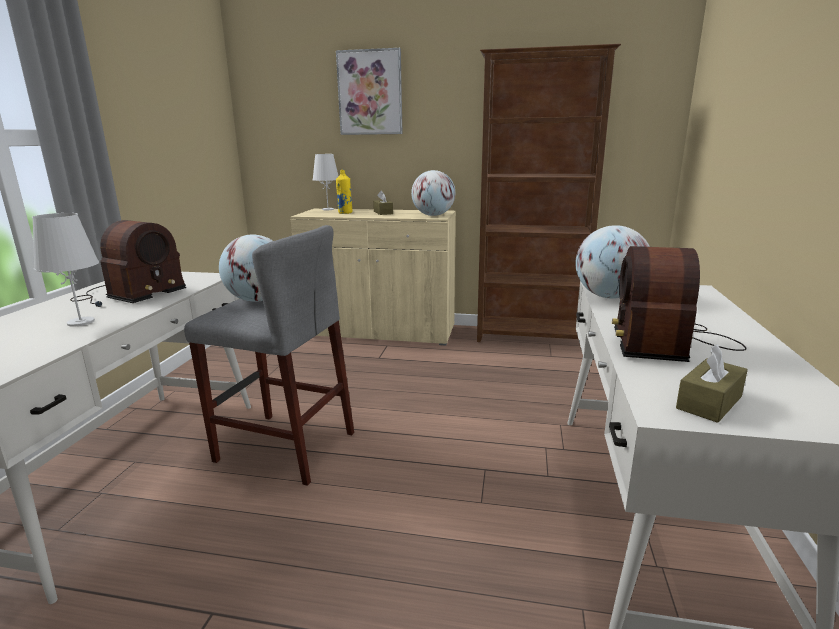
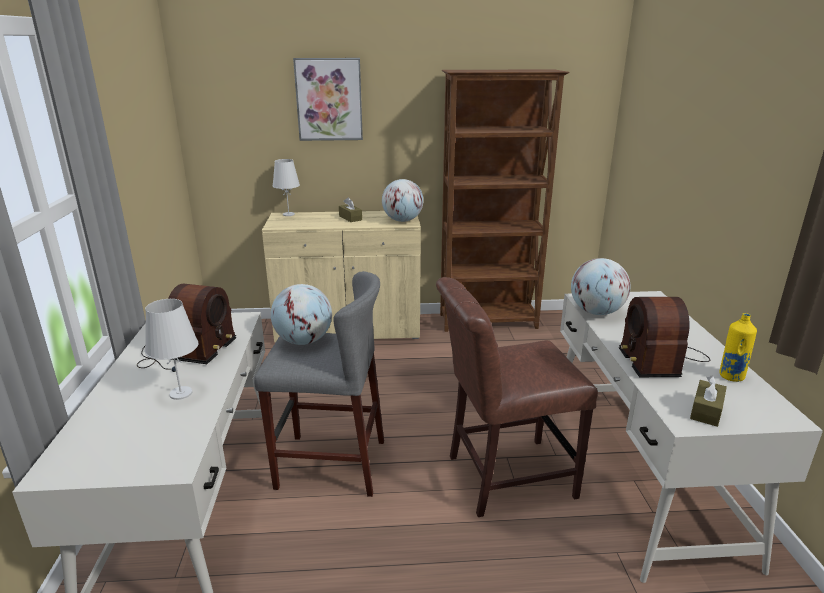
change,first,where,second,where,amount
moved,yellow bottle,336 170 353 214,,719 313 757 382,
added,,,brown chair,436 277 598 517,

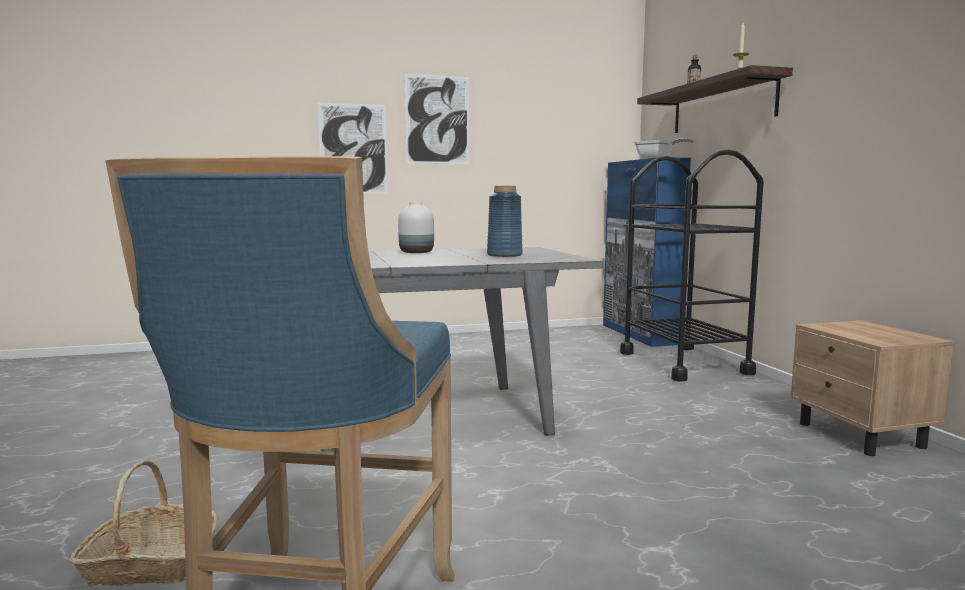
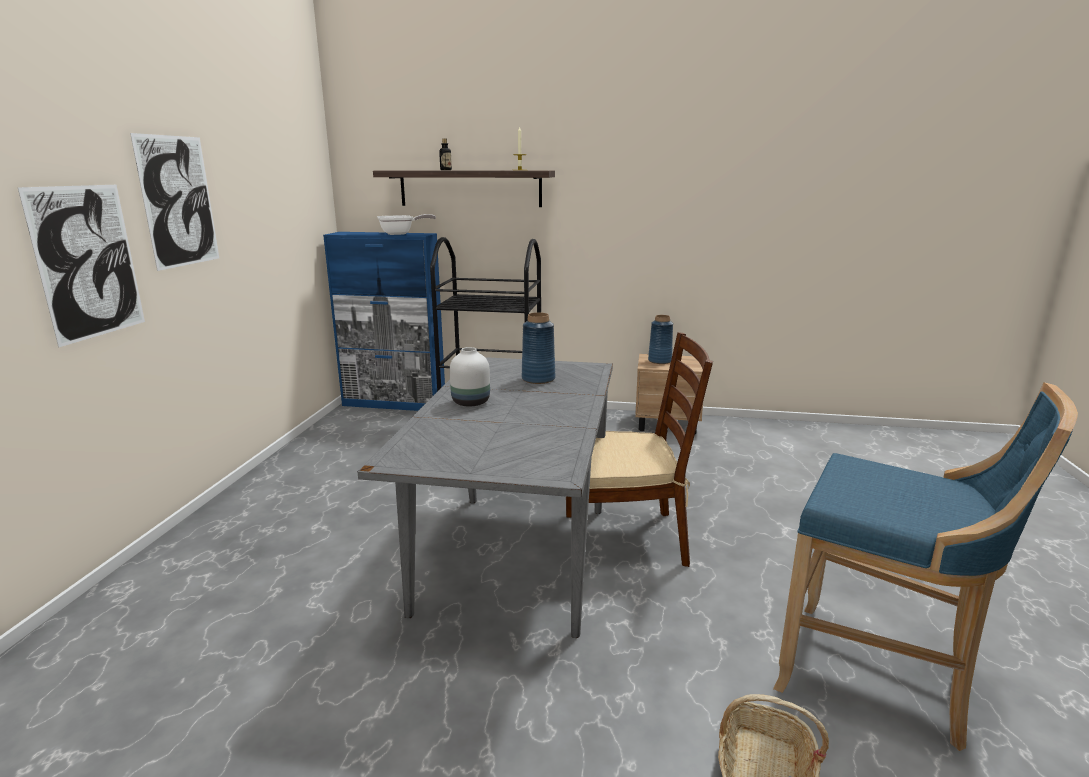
change,first,where,second,where,amount
added,,,blue vase,648 315 673 364,
added,,,brown chair,566 332 713 567,

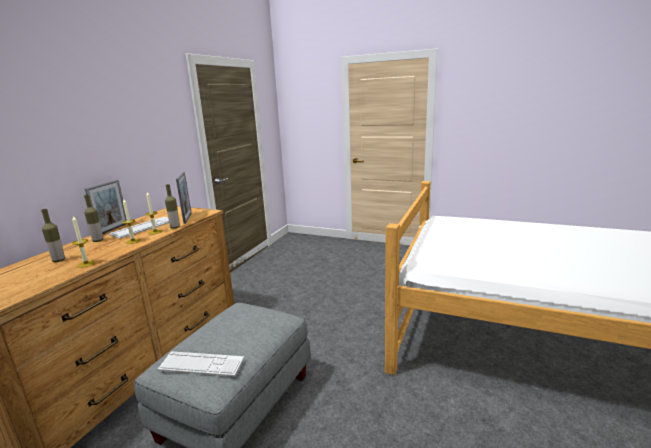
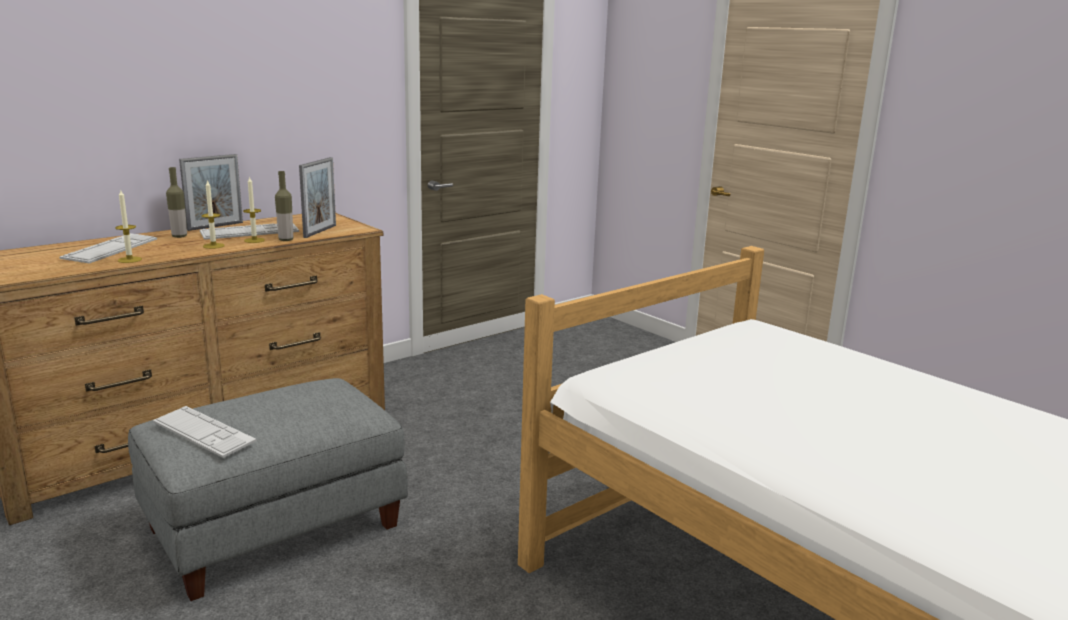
change,first,where,second,where,amount
replaced,bottle,41 209 65 262,keyboard,60 233 157 263,

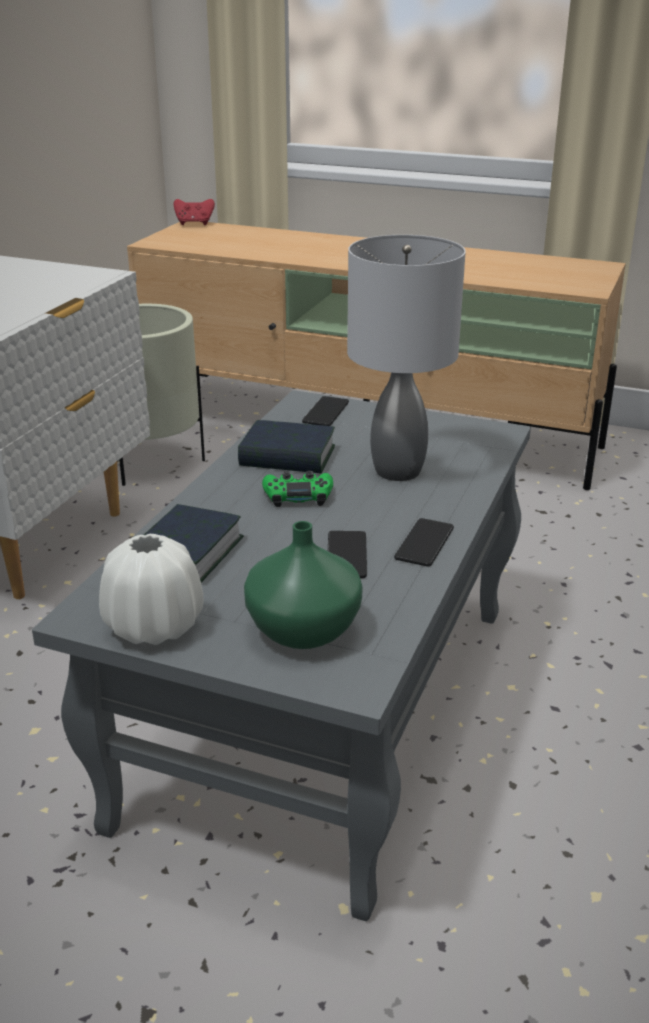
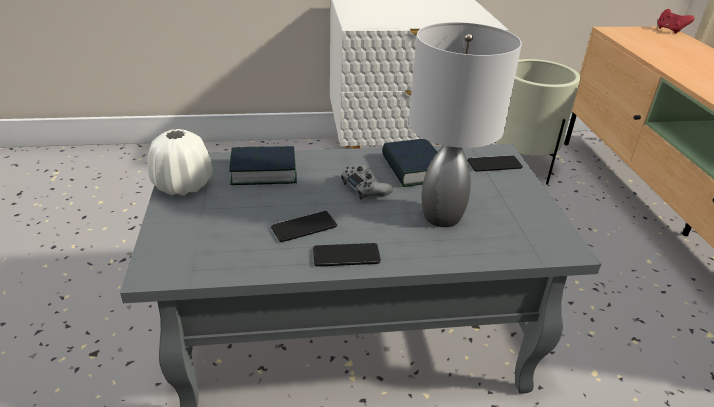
change,first,where,second,where,amount
recoloured,green game controller,262 471 333 507,grey game controller,341 165 393 200,
removed,green vase,244 521 363 649,,,

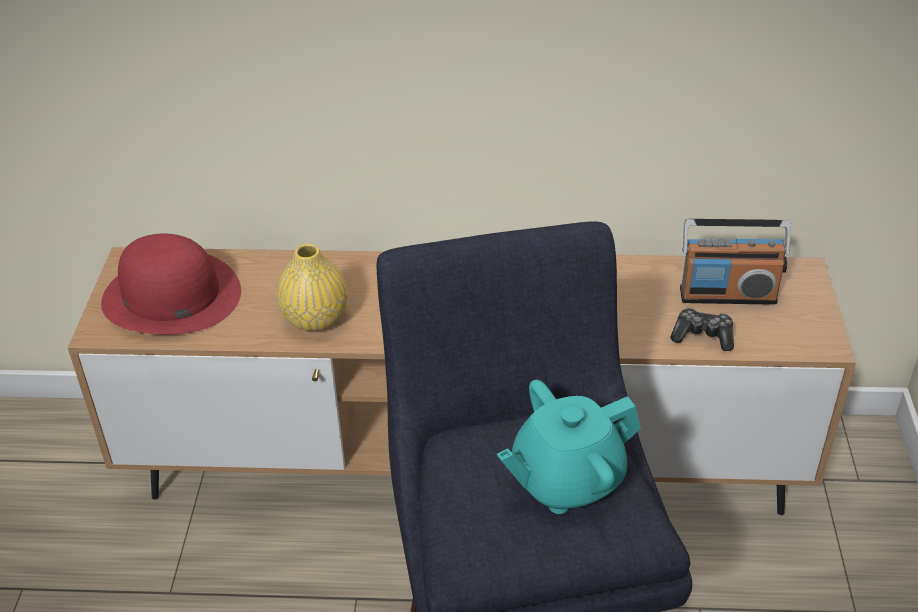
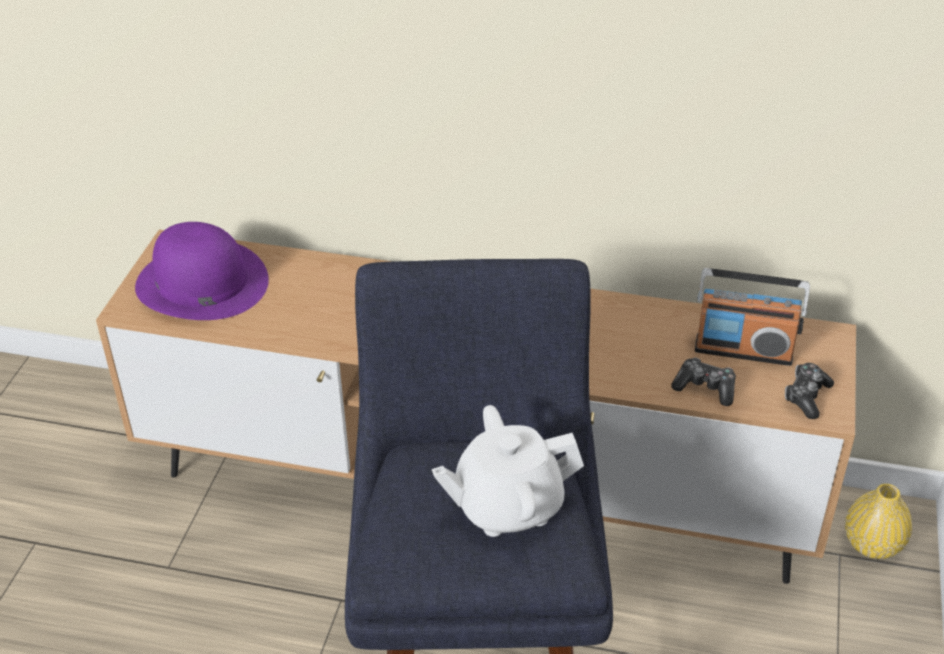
change,first,where,second,where,amount
recoloured,red hat,101 233 241 335,purple hat,135 222 269 320,
moved,yellow vase,277 244 348 331,,845 484 912 559,
recoloured,turquoise teapot,497 380 641 514,white teapot,432 405 584 537,
added,,,game controller,785 363 834 419,

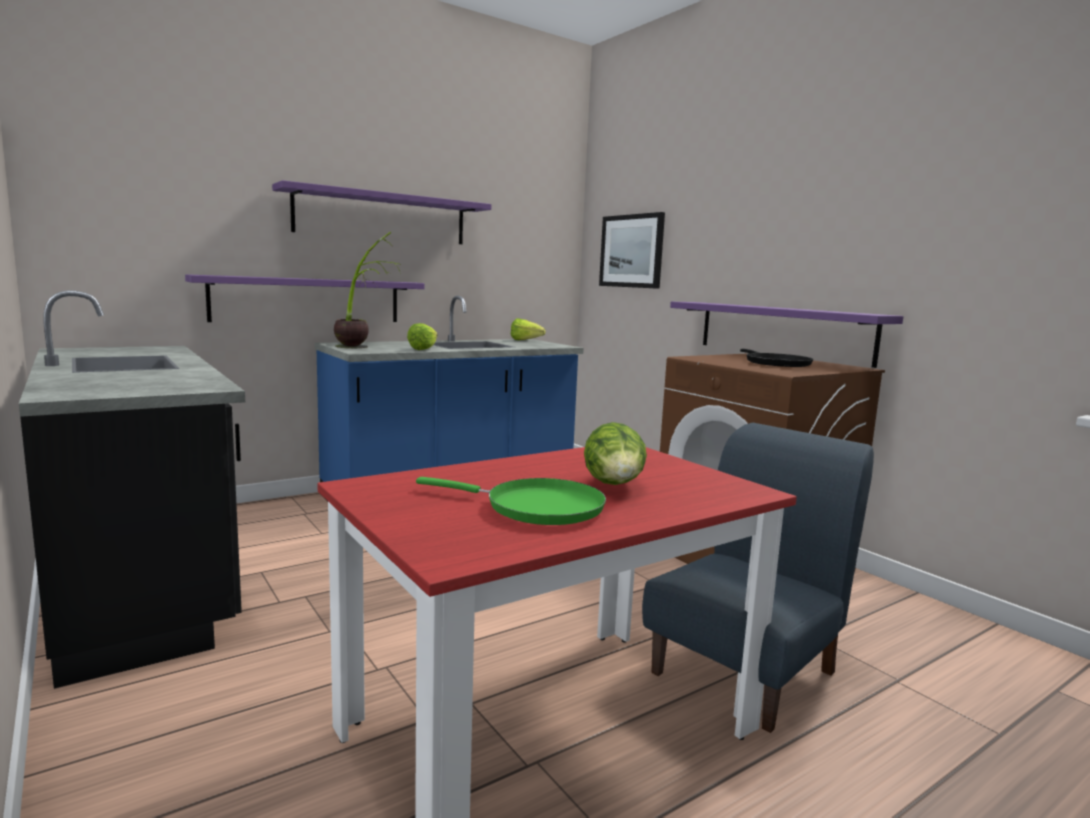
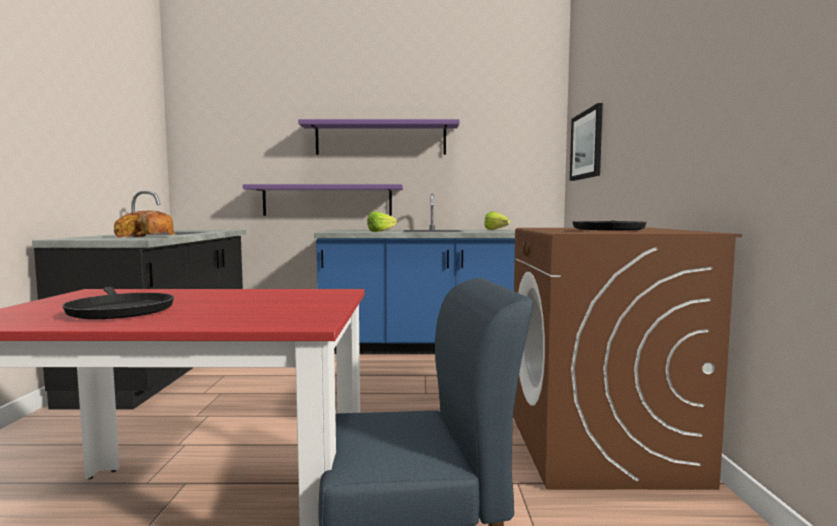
change,first,where,second,where,amount
removed,potted plant,334 232 401 348,,,
removed,purple shelf,670 302 904 368,,,
removed,lettuce,584 422 647 485,,,
recoloured,green frying pan,416 477 606 525,black frying pan,62 287 174 319,
added,,,bread,114 210 176 238,

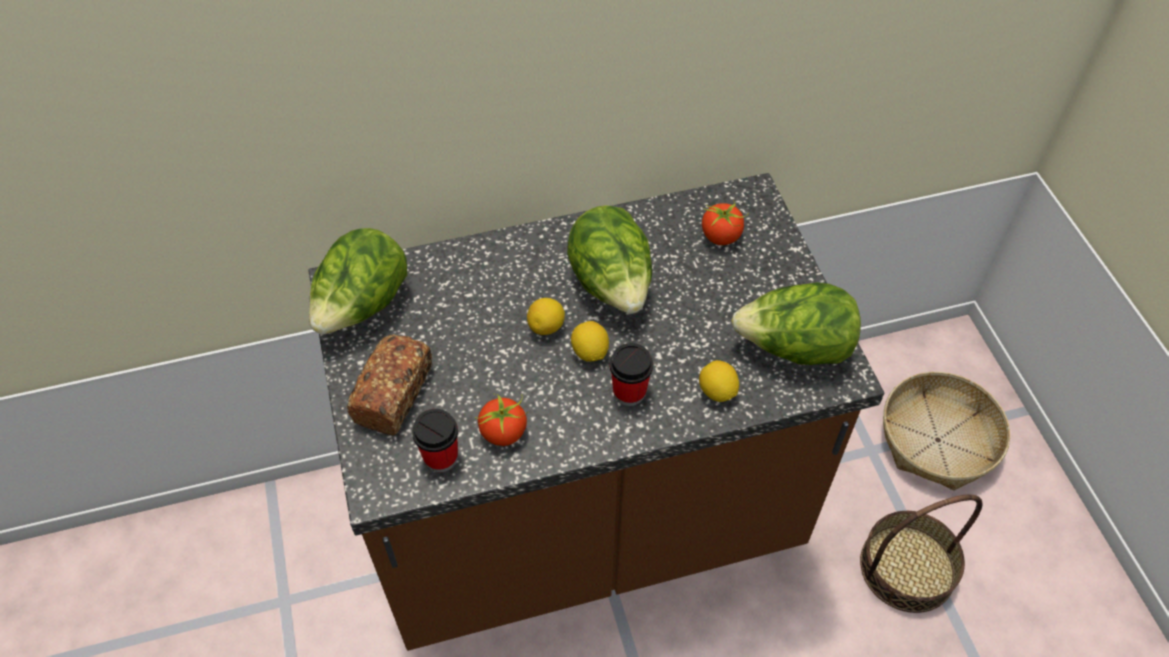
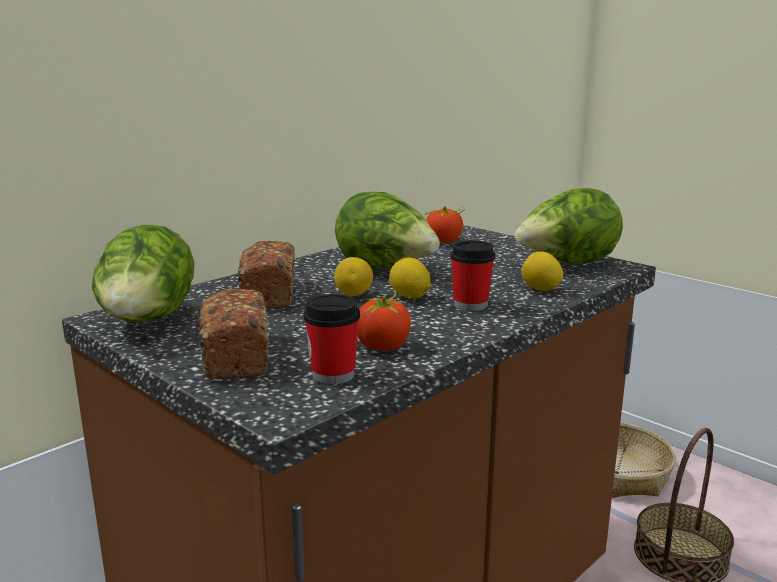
change,first,where,second,where,amount
added,,,bread,238 241 295 308,

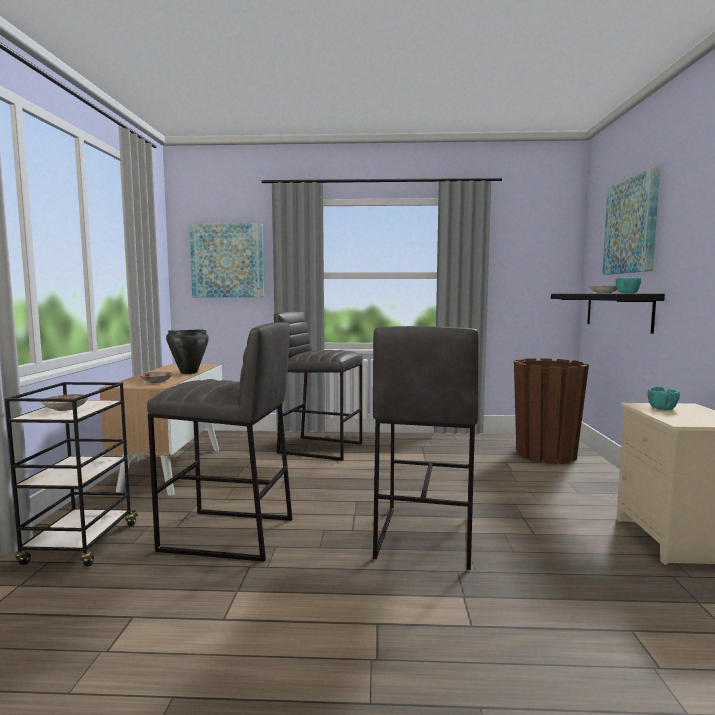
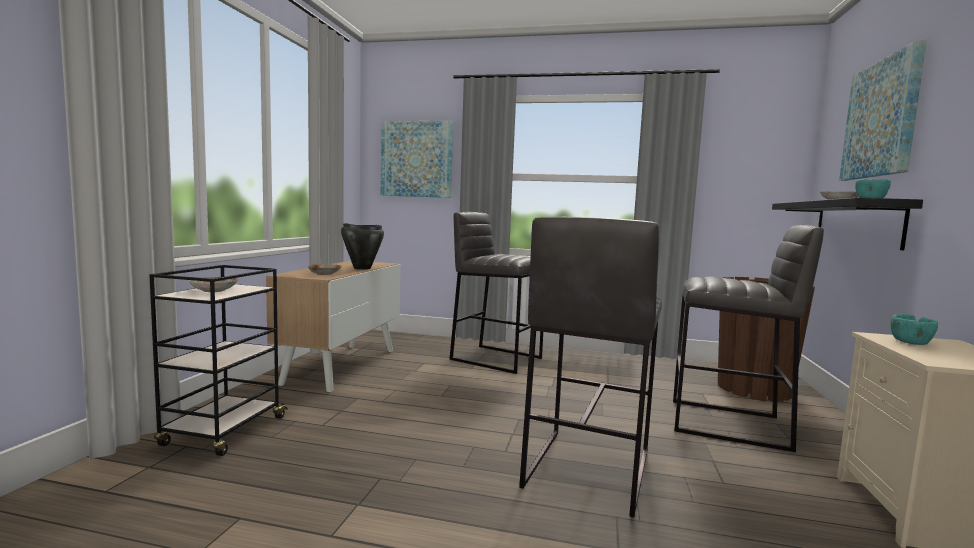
change,first,where,second,where,amount
moved,grey stool,147 322 292 562,,673 225 824 452,

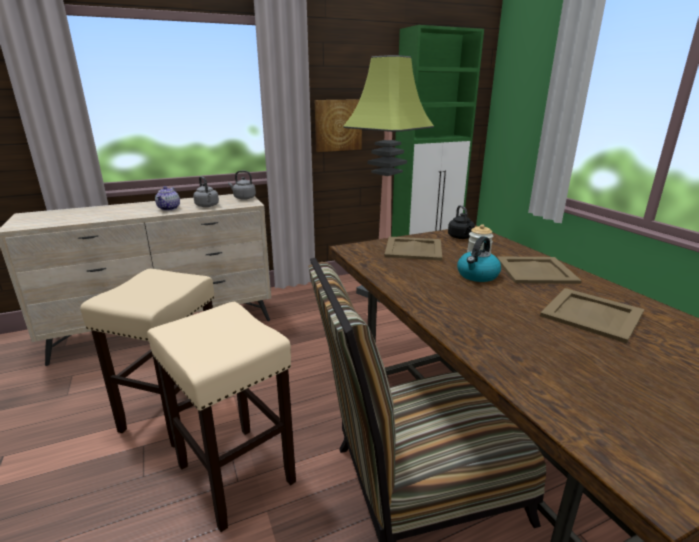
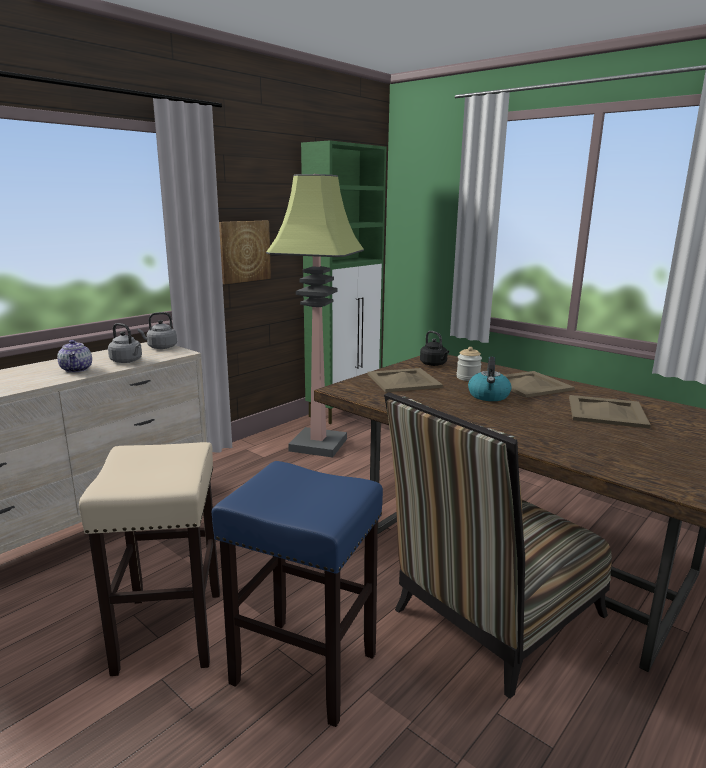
change,first,where,second,where,amount
recoloured,beige stool,147 302 296 532,blue stool,212 461 383 727,

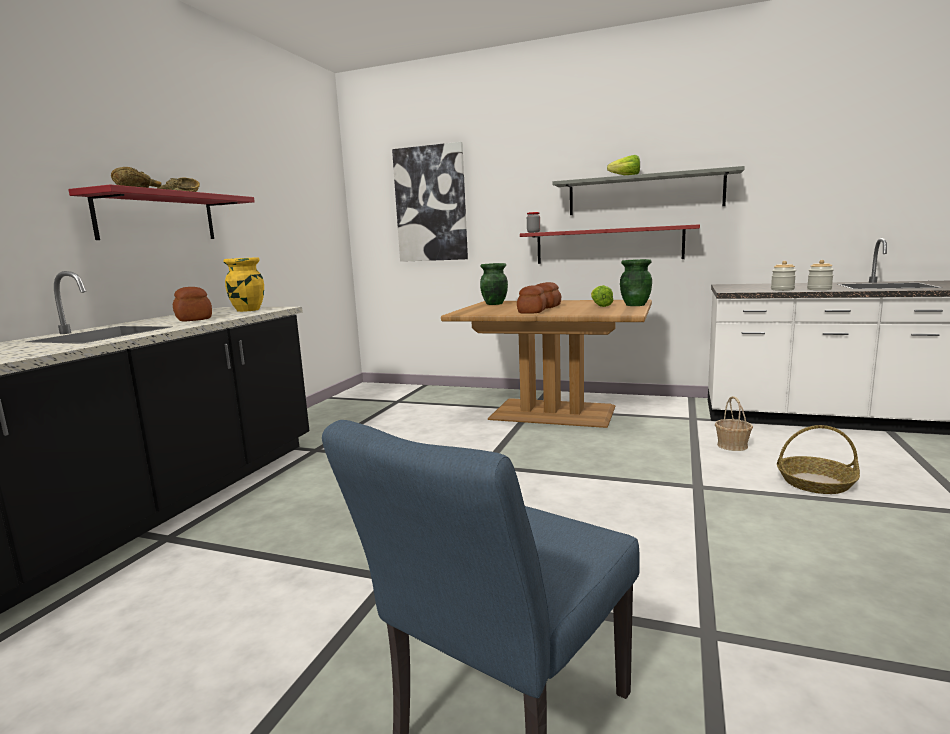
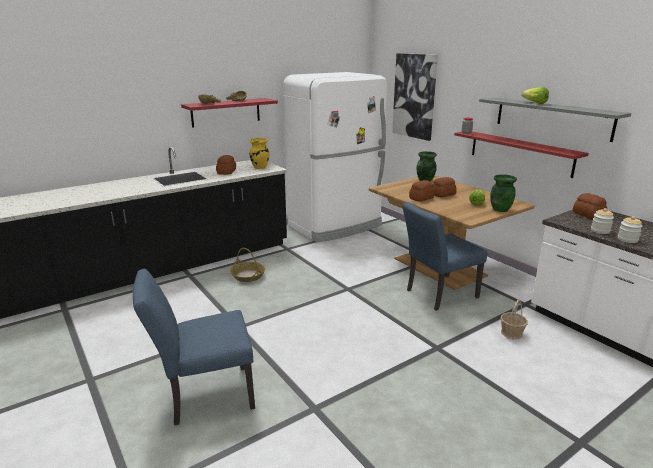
change,first,where,second,where,amount
moved,basket,777 425 860 494,,230 248 266 282,
added,,,white fridge,283 72 387 242,
added,,,bread,573 193 607 219,
added,,,blue chair,403 202 487 311,

